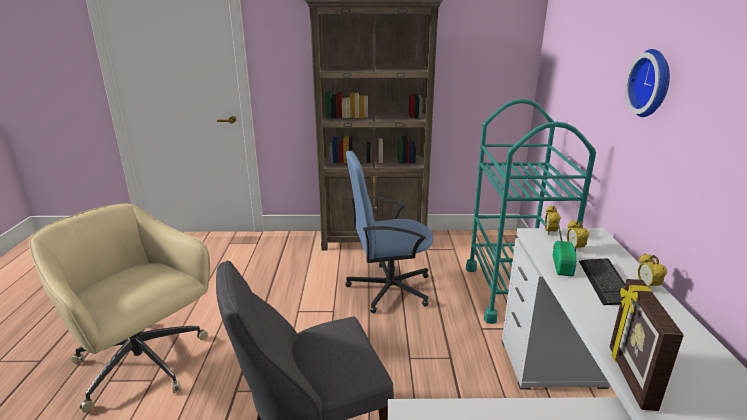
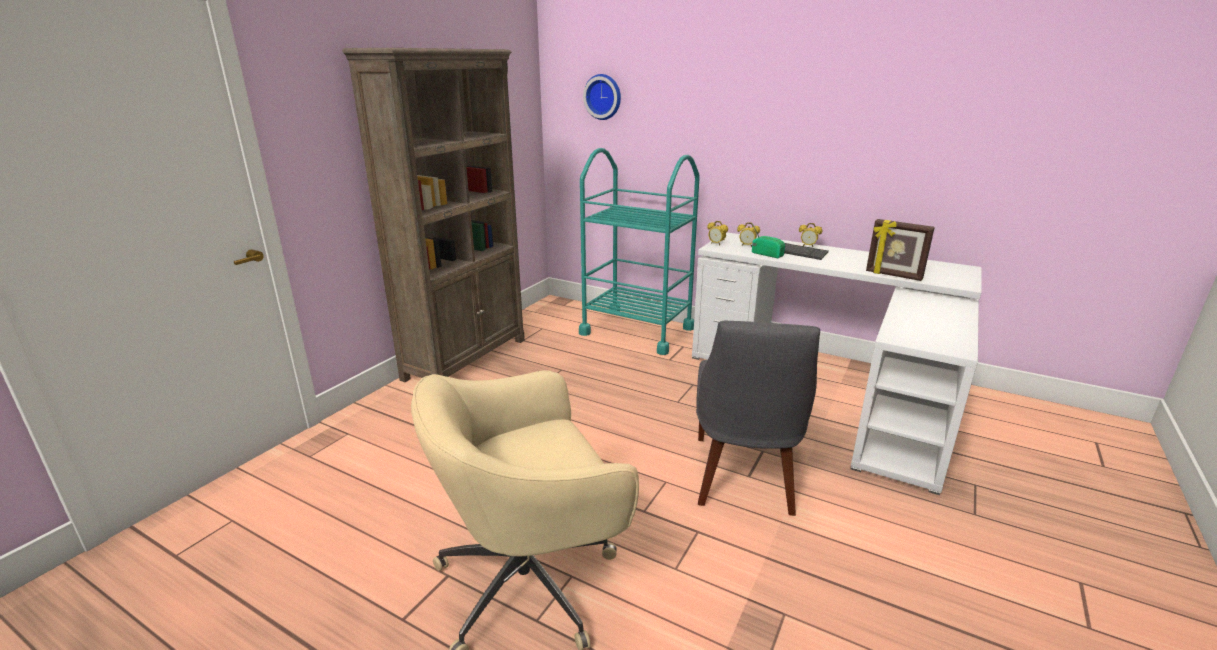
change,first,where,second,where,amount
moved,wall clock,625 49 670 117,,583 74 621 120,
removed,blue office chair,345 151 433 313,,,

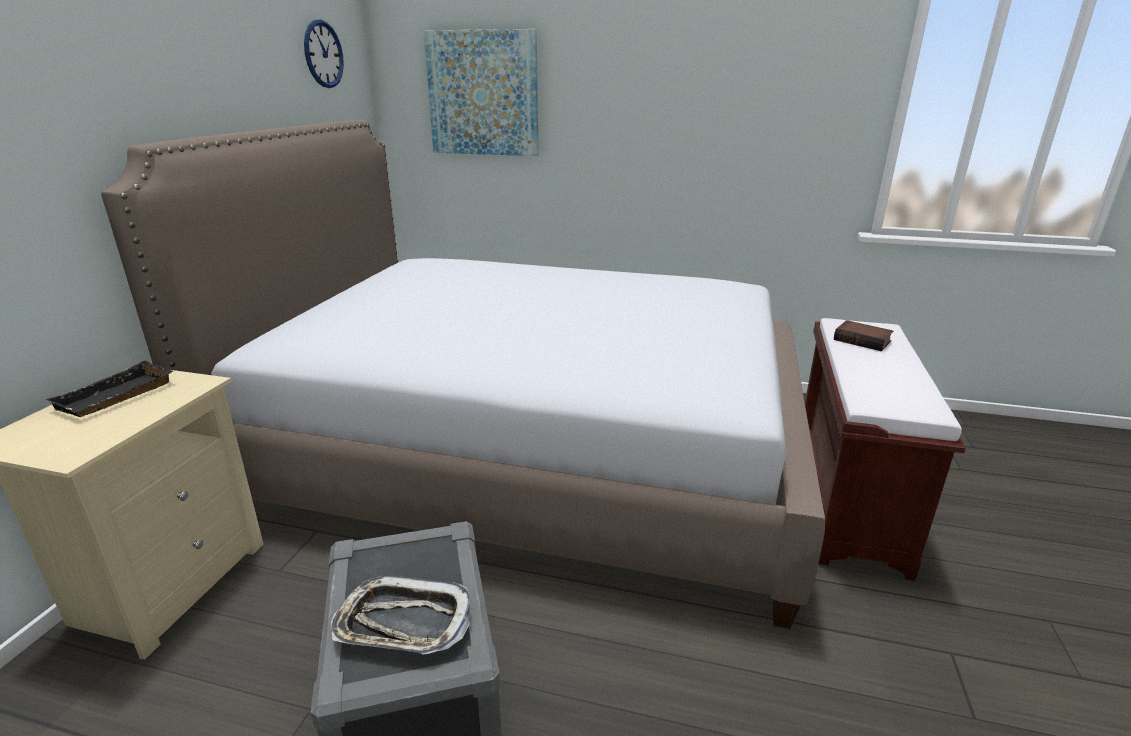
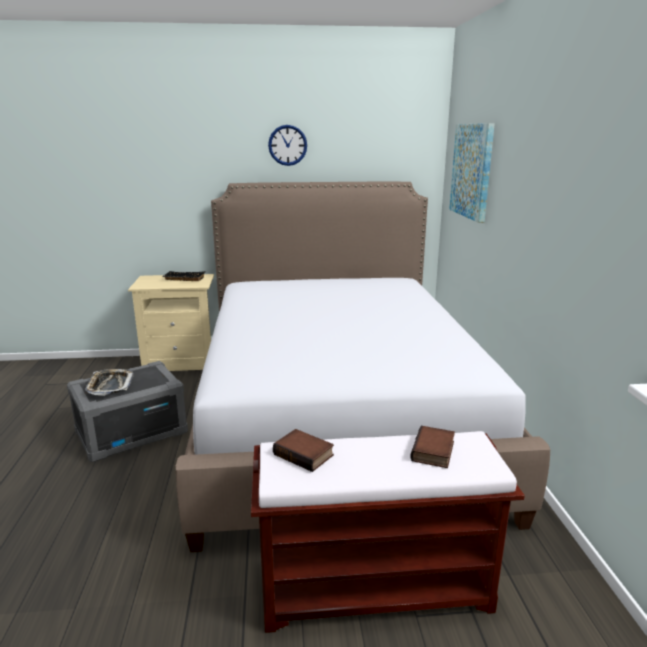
change,first,where,second,where,amount
moved,wall clock,304 19 344 88,,268 125 307 166,
added,,,book,273 429 334 472,

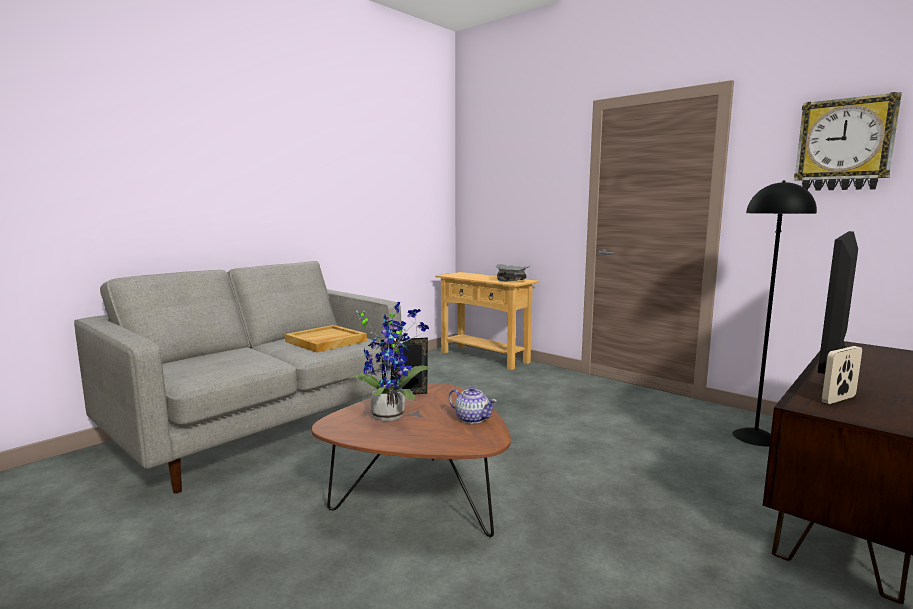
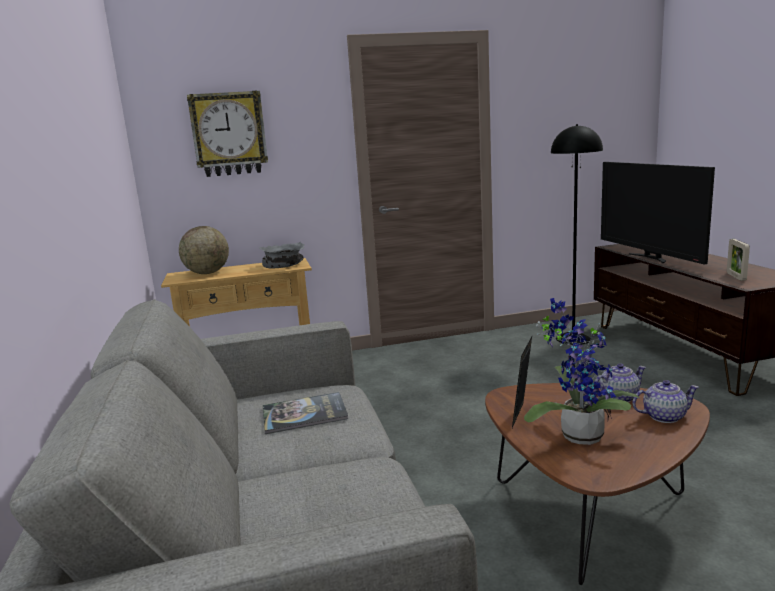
change,first,where,second,where,amount
moved,wall clock,794 92 902 191,,187 91 268 177,
replaced,beige tray,285 325 367 353,book,263 392 348 434,
added,,,globe,179 226 229 274,
added,,,teapot,632 380 699 423,

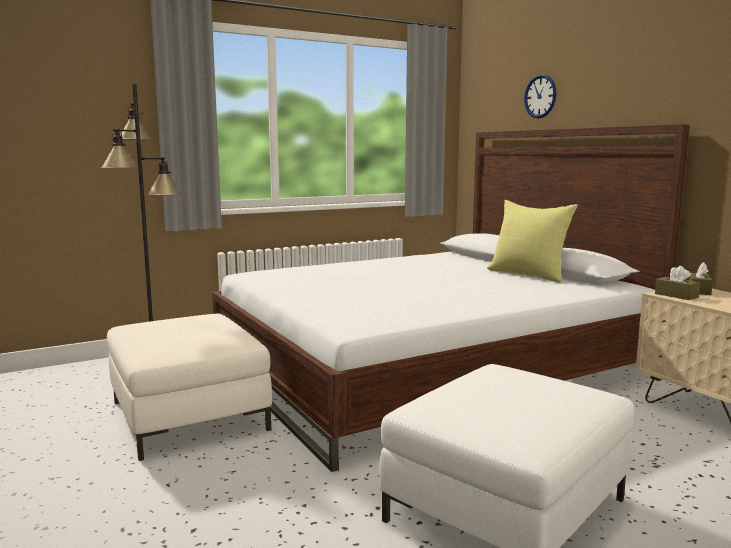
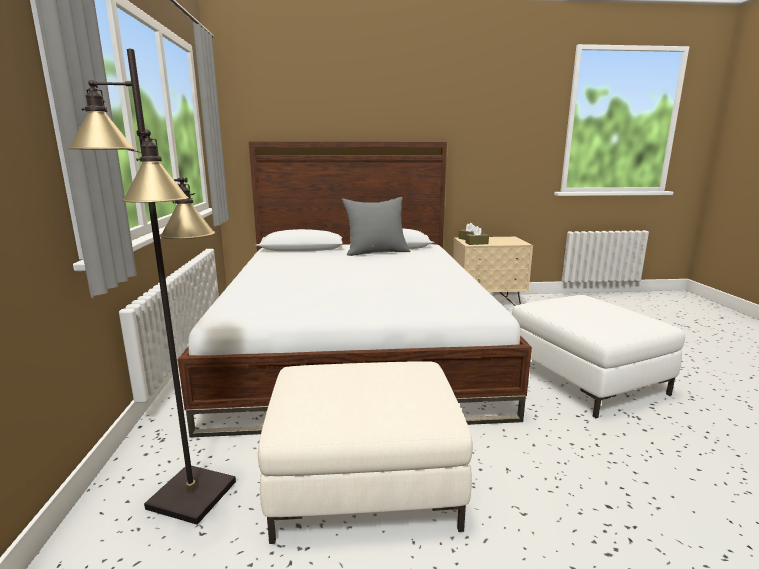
change,first,where,second,where,amount
removed,wall clock,524 74 556 119,,,
recoloured,yellow pillow,487 200 578 283,grey pillow,342 197 411 256,

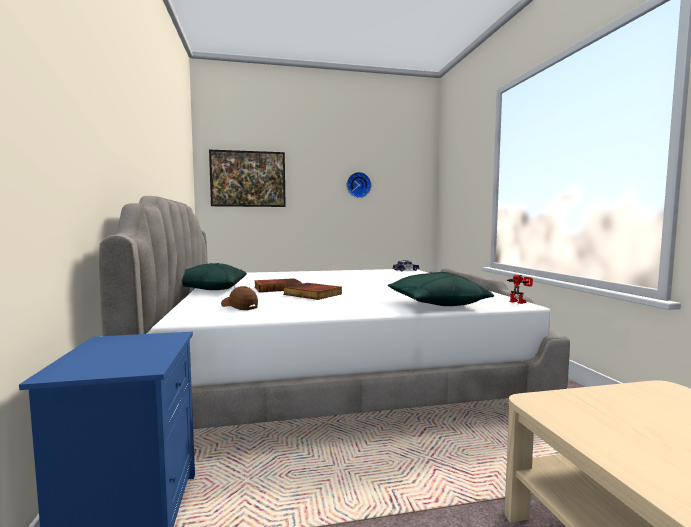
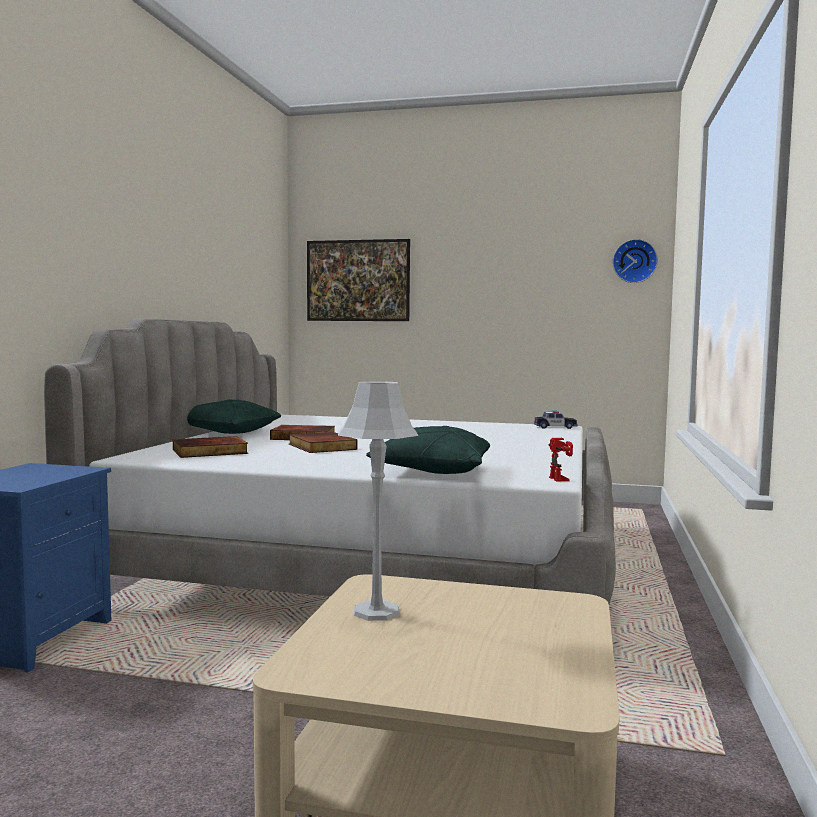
change,first,where,second,where,amount
moved,wall clock,347 172 371 198,,612 239 658 283,
replaced,brown cap,221 286 258 310,book,173 436 248 458,
added,,,grey table lamp,338 381 419 621,

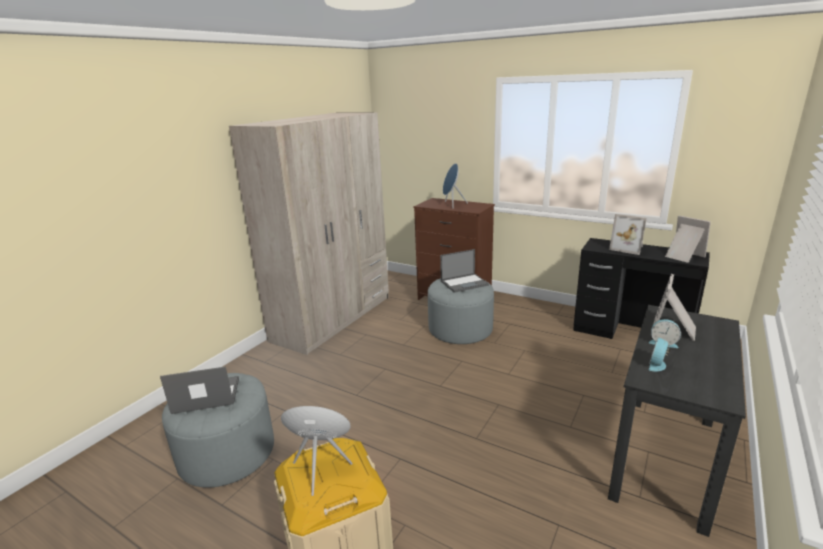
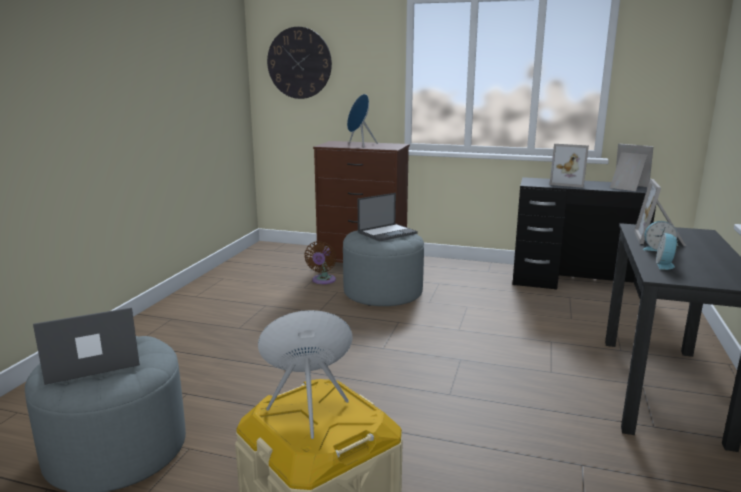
change,first,where,second,where,amount
removed,beige wardrobe,229 112 389 355,,,
added,,,wall clock,267 27 332 99,
added,,,brown fan,304 241 336 284,

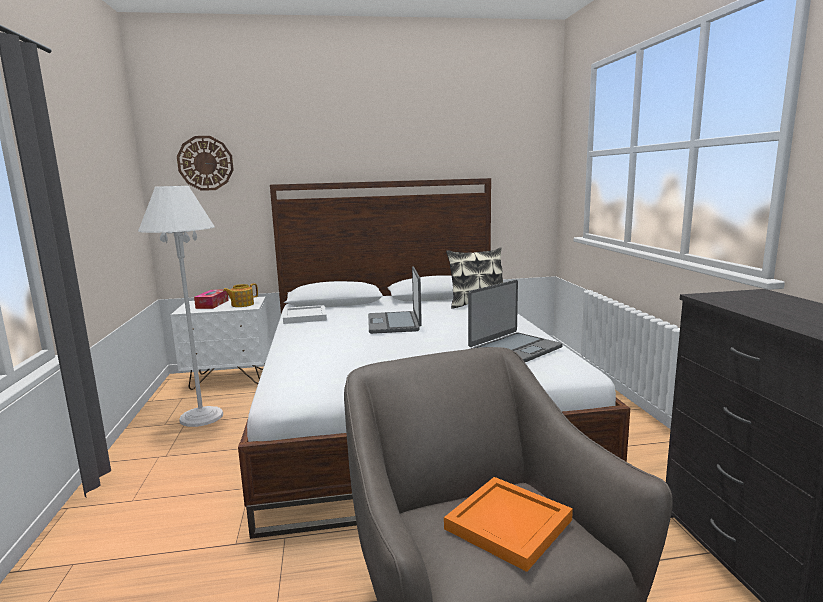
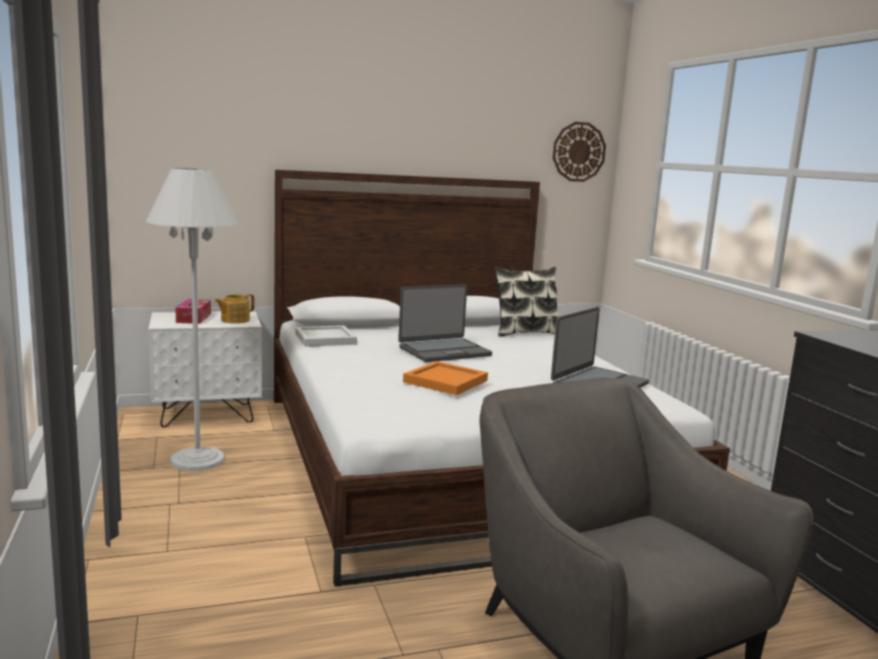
change,first,where,second,where,amount
moved,wall clock,177 136 234 191,,553 122 606 182,
turned,laptop,368 266 422 334,,398 284 492 362,105 degrees counterclockwise
moved,orange tray,444 477 573 572,,403 361 488 395,

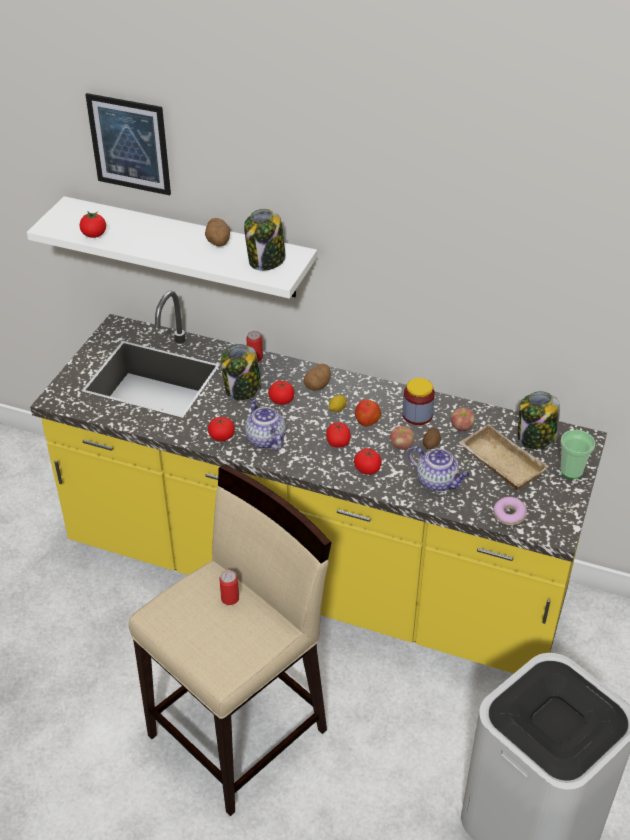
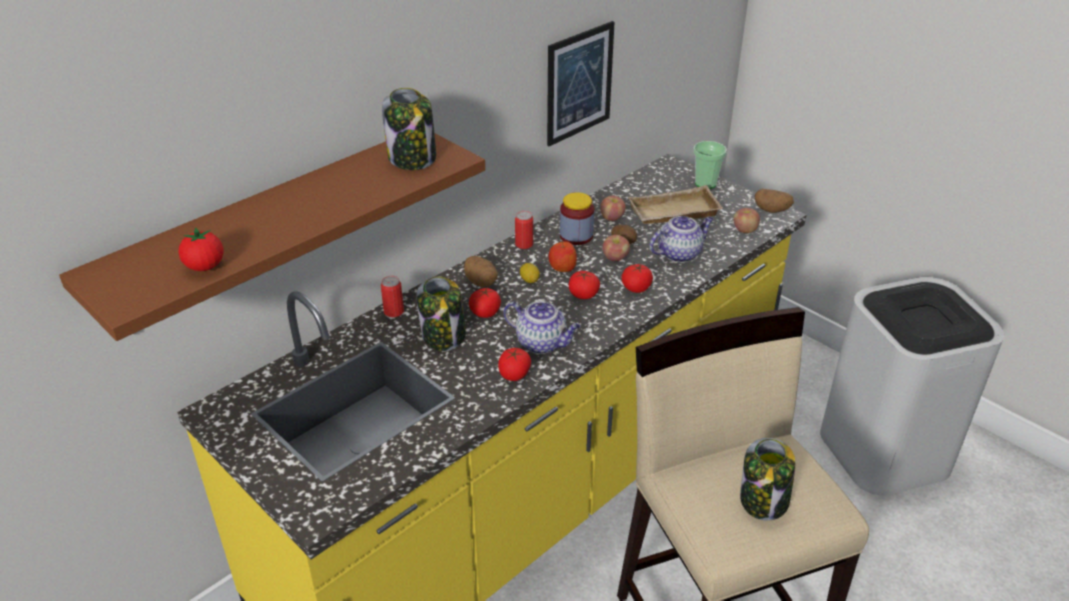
change,first,where,second,where,amount
moved,picture,85 93 171 195,,547 21 615 146,
recoloured,white shelf,27 196 317 299,brown shelf,59 133 485 341,
moved,potato,205 218 230 246,,754 189 794 213,
moved,jar,518 391 560 449,,740 438 795 521,
turned,teapot,245 398 286 451,,504 301 580 354,150 degrees counterclockwise
replaced,donut,493 497 527 525,apple,733 208 760 233,
moved,can,219 570 239 605,,515 211 533 249,

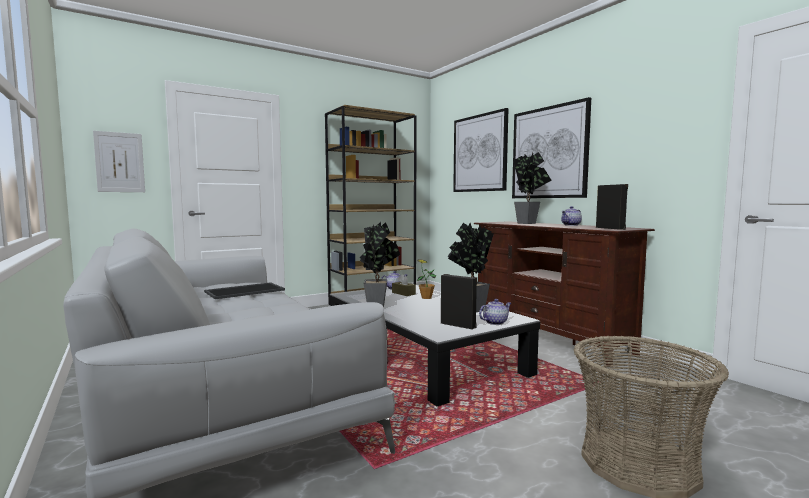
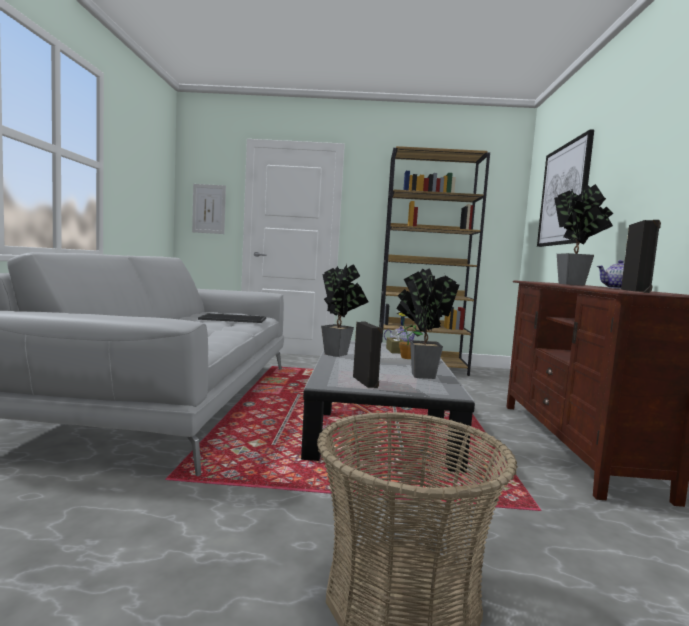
change,first,where,second,where,amount
removed,picture,512 97 591 198,,,
removed,teapot,479 299 511 325,,,

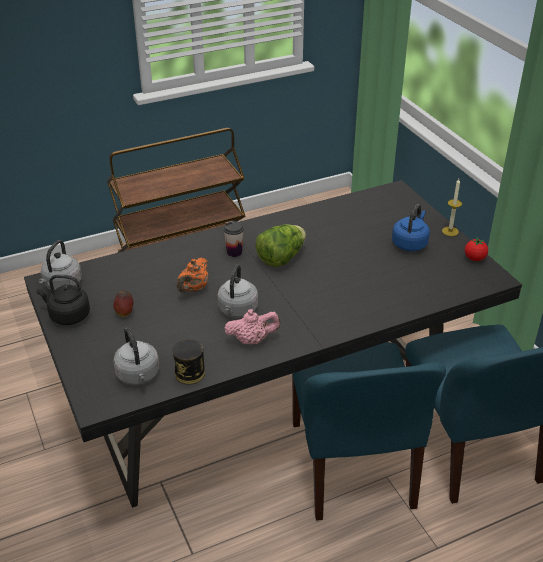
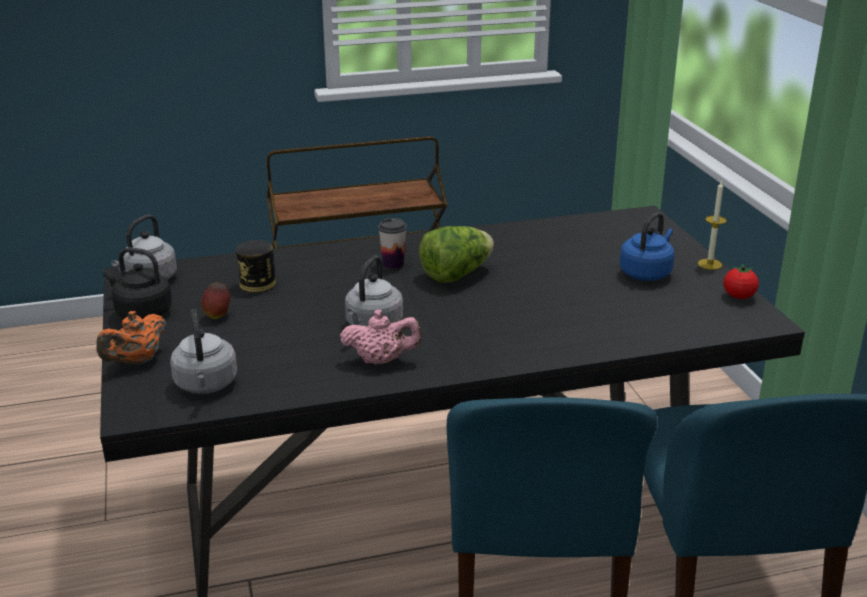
change,first,where,second,where,amount
moved,orange teapot,177 258 208 293,,96 311 167 365,
moved,can,172 339 205 384,,235 240 276 293,

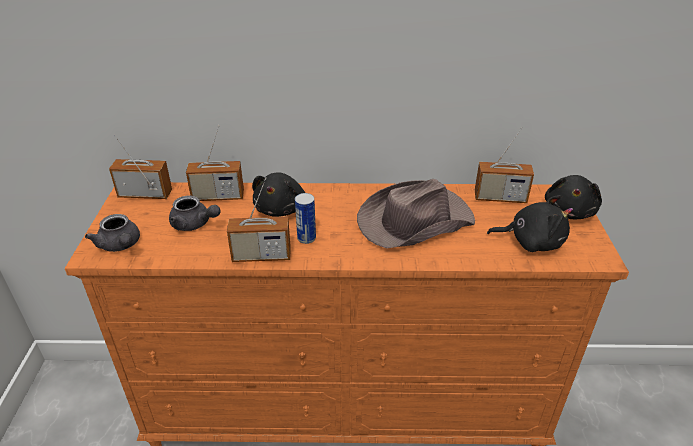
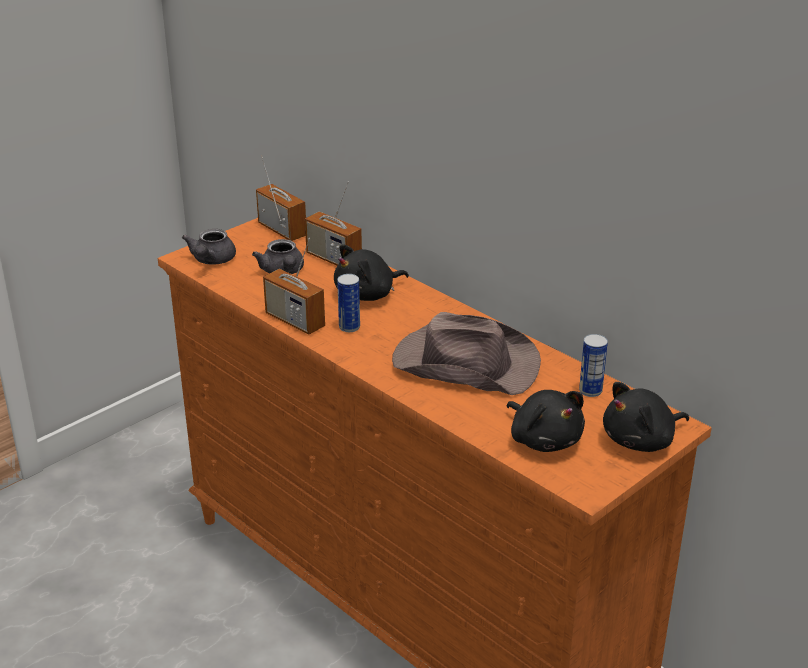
change,first,where,second,where,amount
replaced,radio,475 127 534 203,can,579 334 608 397,

